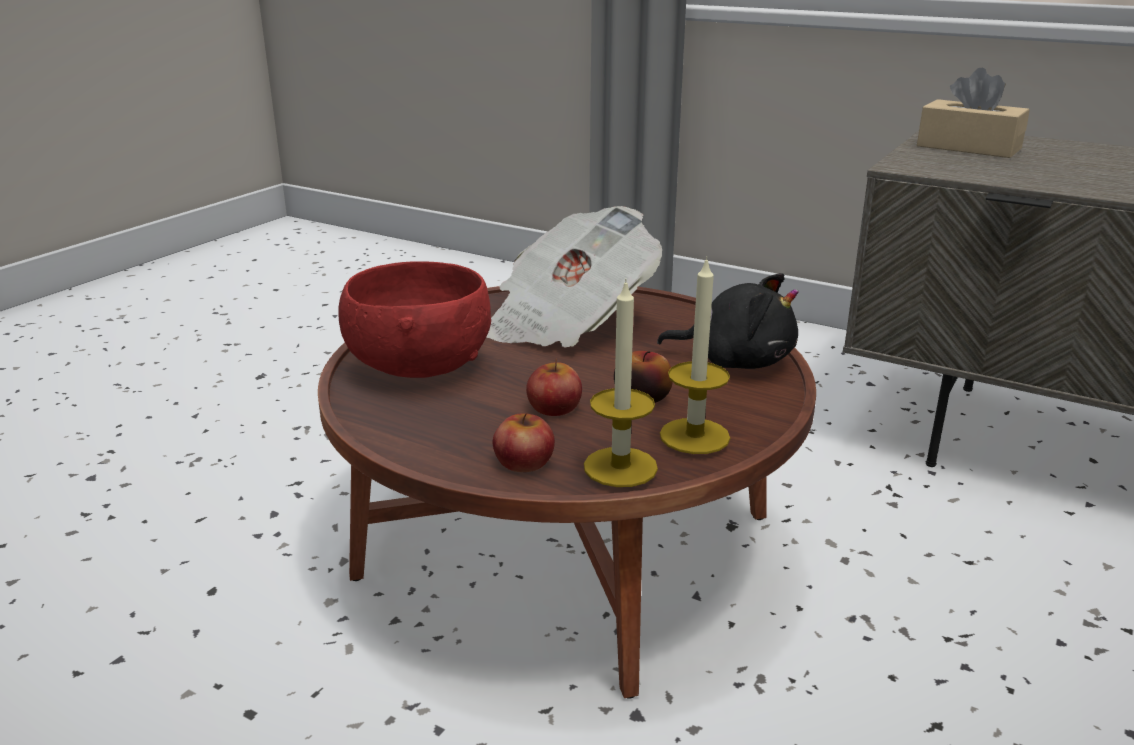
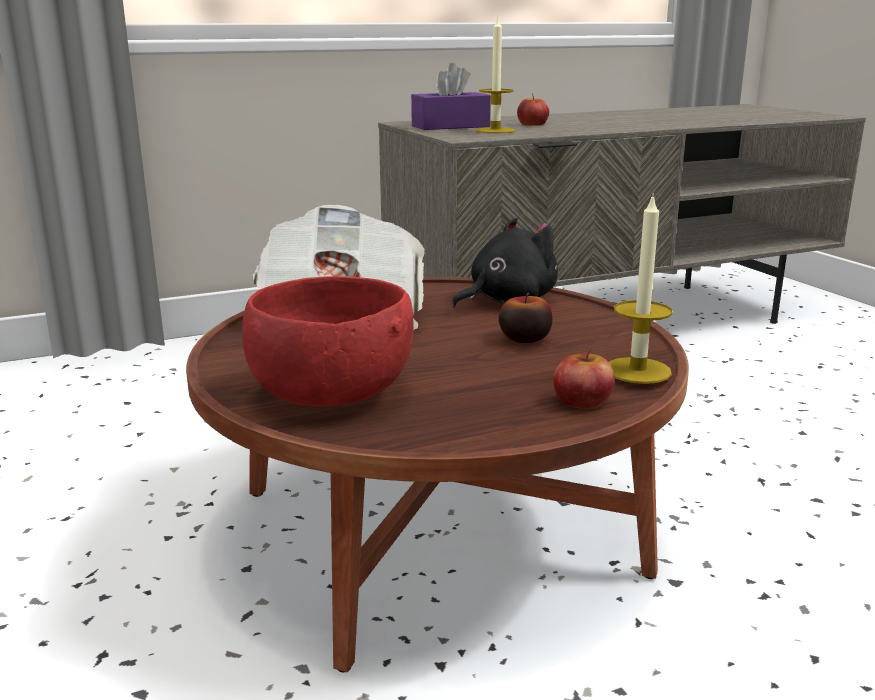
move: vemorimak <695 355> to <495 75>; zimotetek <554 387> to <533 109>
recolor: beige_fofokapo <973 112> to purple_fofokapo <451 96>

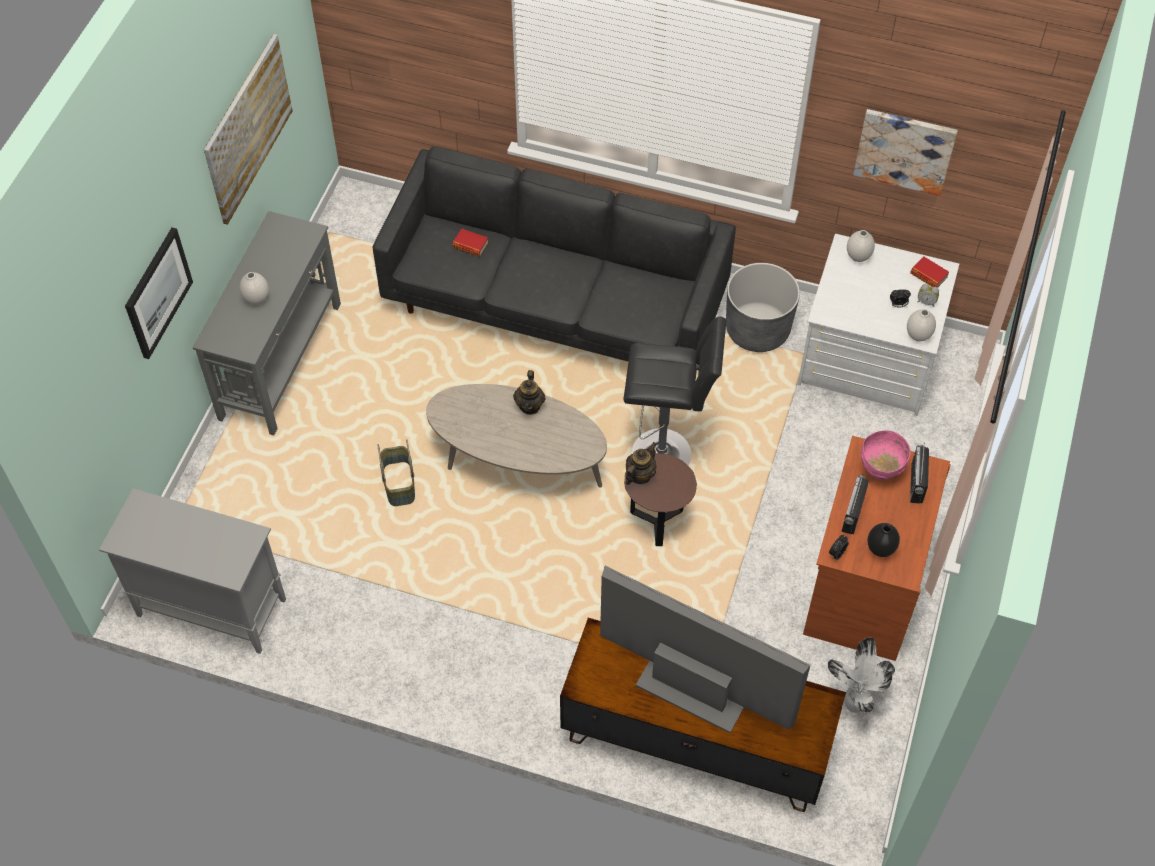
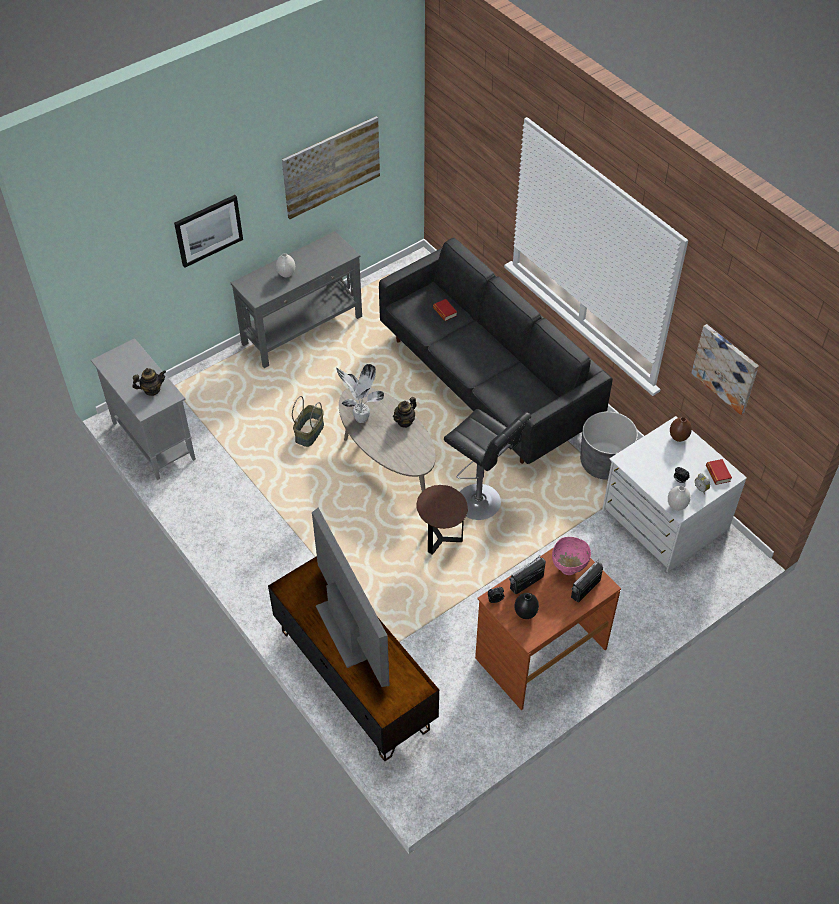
move: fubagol <641 463> to <149 382>; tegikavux <861 675> to <360 393>
recolor: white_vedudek <861 246> to brown_vedudek <681 429>

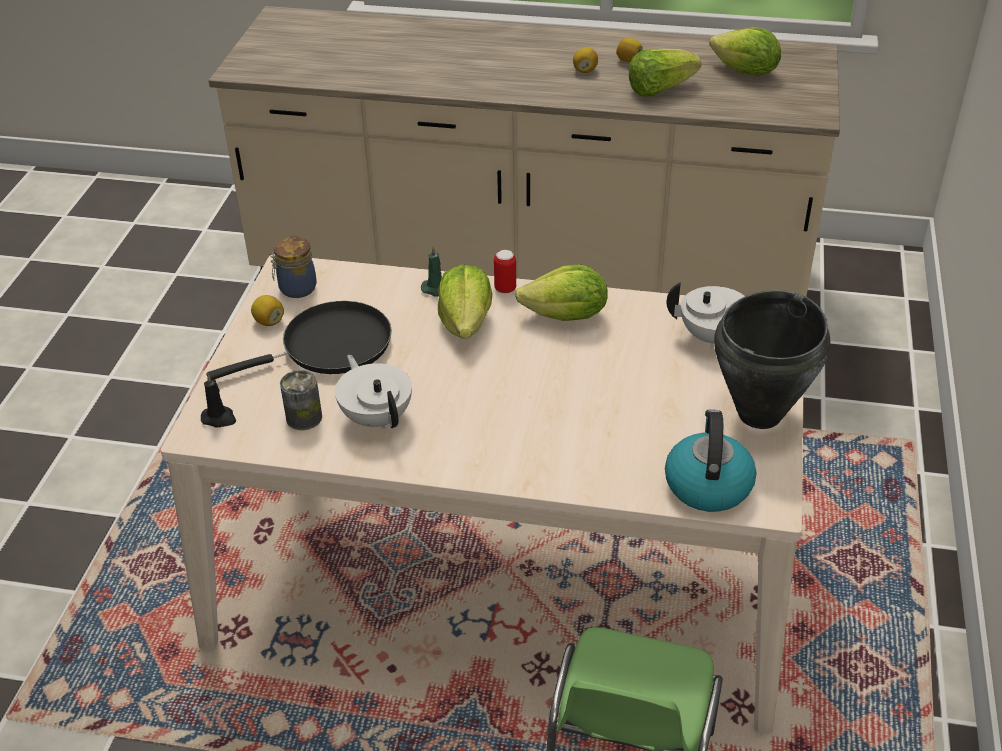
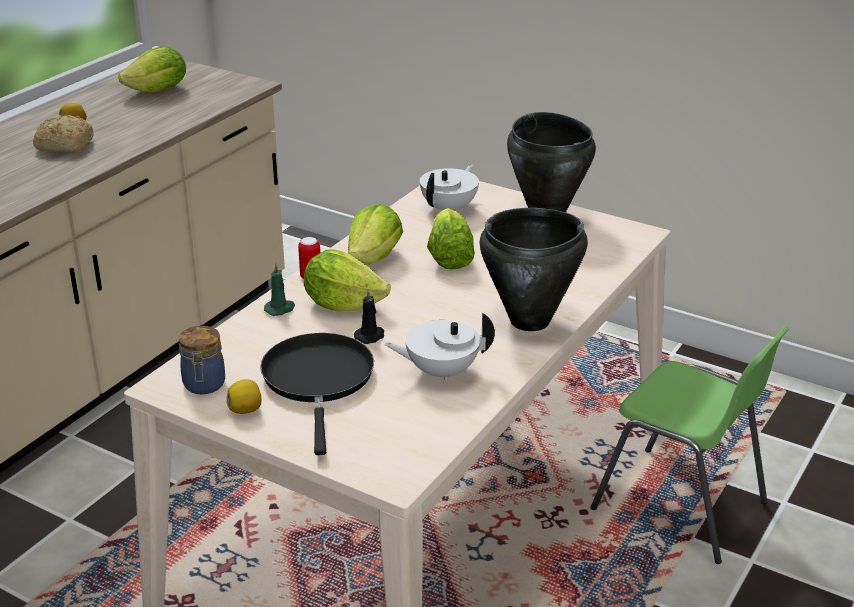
delete: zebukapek <301 400>; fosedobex <710 460>
insert: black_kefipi <534 269>
move: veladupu <665 73> to <451 239>; black_vemorimak <218 401> to <369 316>
replace: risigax <585 60> to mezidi <63 134>

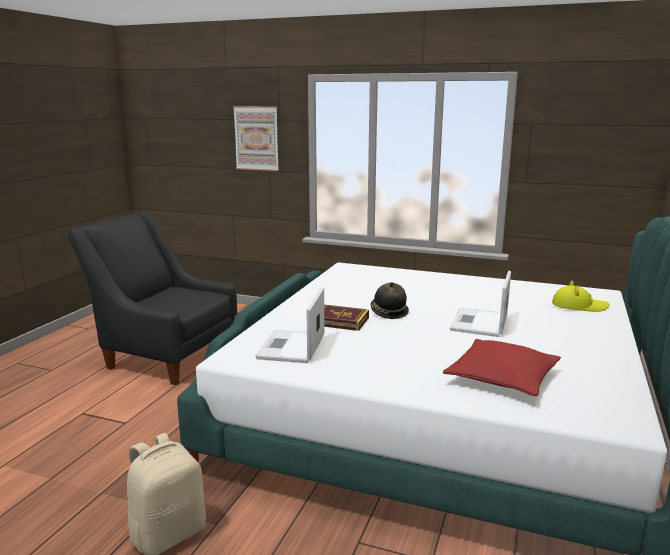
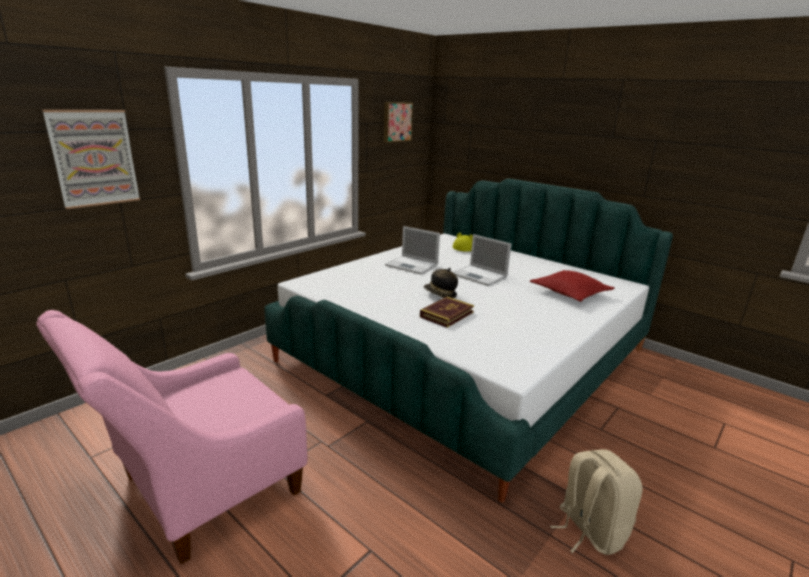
insert: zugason <398 122>
move: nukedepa <289 325> to <412 250>
recolor: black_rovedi <152 298> to pink_rovedi <171 437>

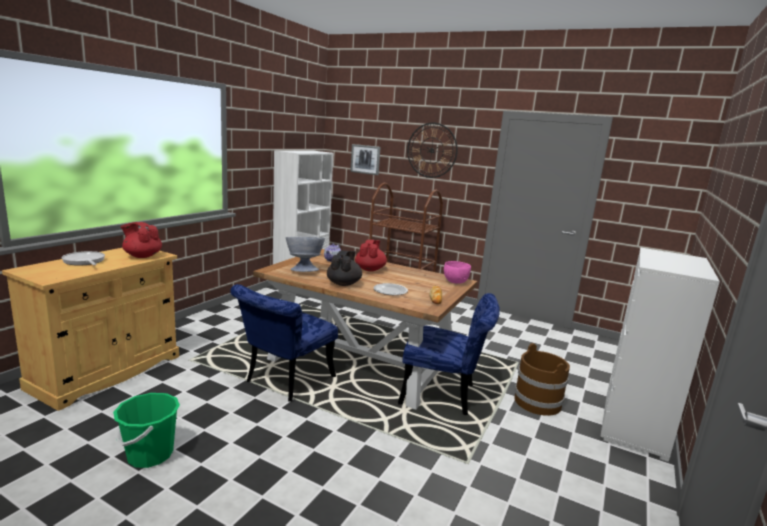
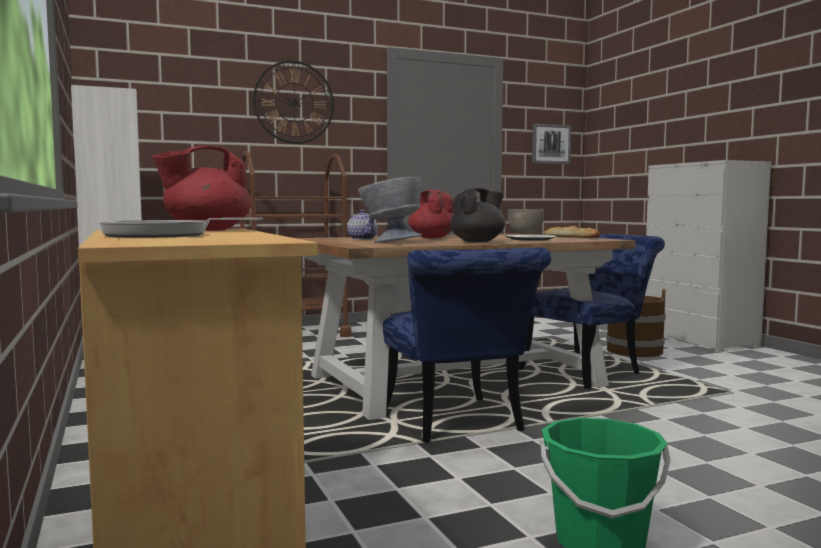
move: zugason <365 159> to <551 144>
recolor: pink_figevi <457 272> to grey_figevi <526 221>
rotate: black_fubagol <344 268> = <478 215> 90 degrees clockwise

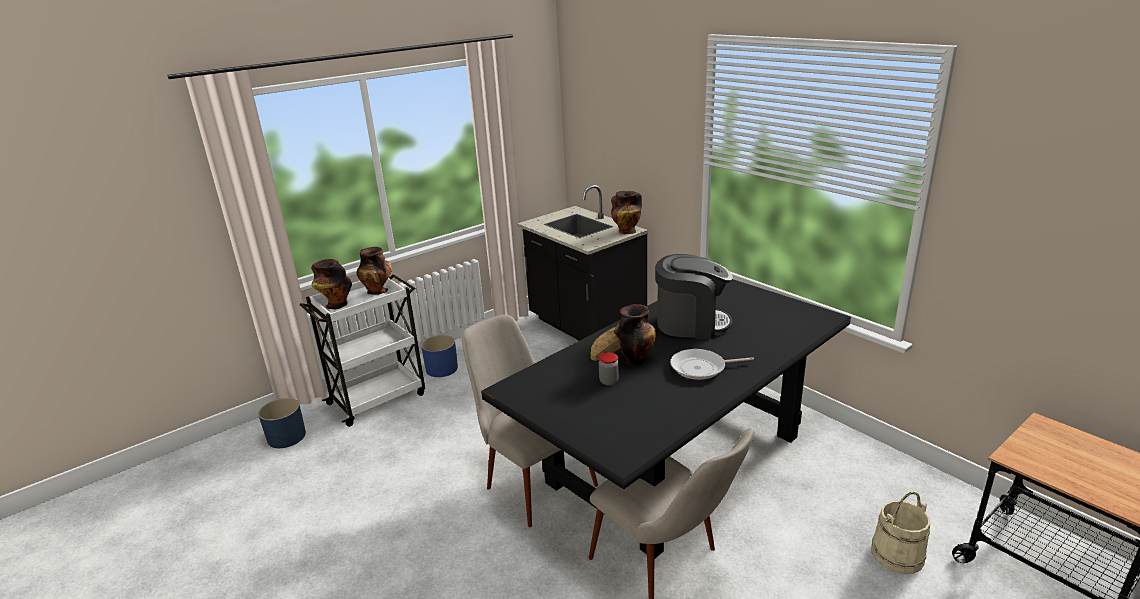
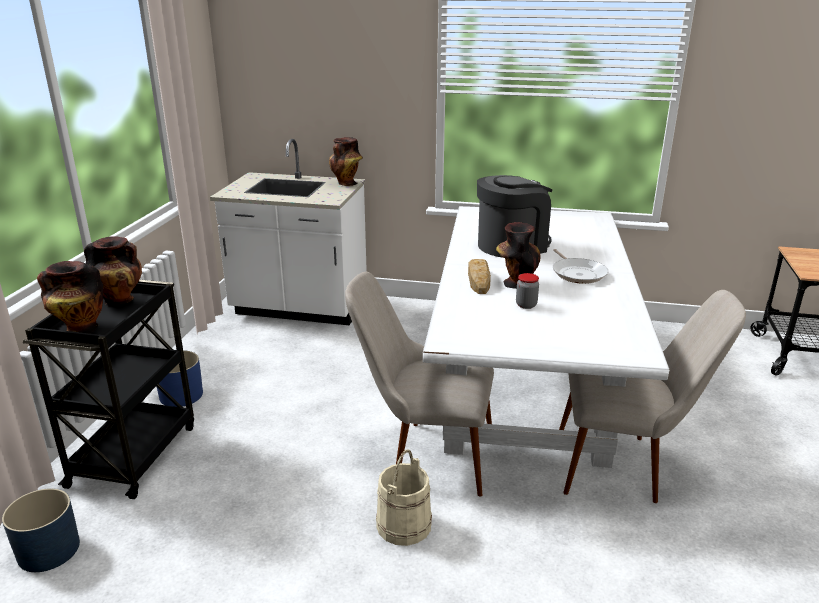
move: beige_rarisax <900 532> to <404 497>
recolor: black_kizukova <582 263> to white_kizukova <288 232>; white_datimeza <362 350> to black_datimeza <108 389>; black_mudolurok <666 419> to white_mudolurok <546 337>
rotate: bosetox <712 364> = <580 266> 60 degrees counterclockwise

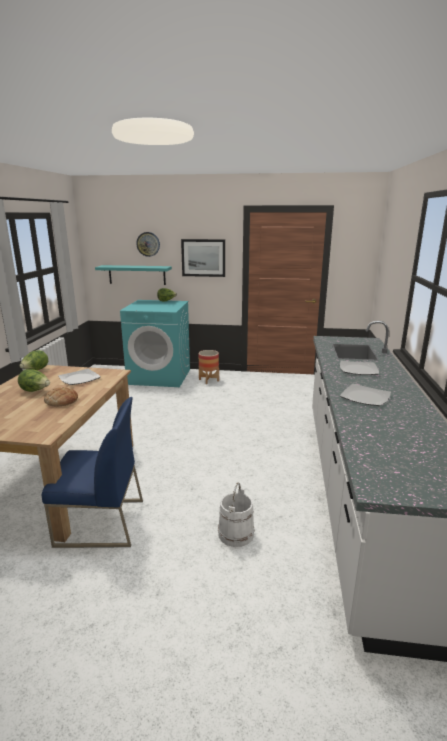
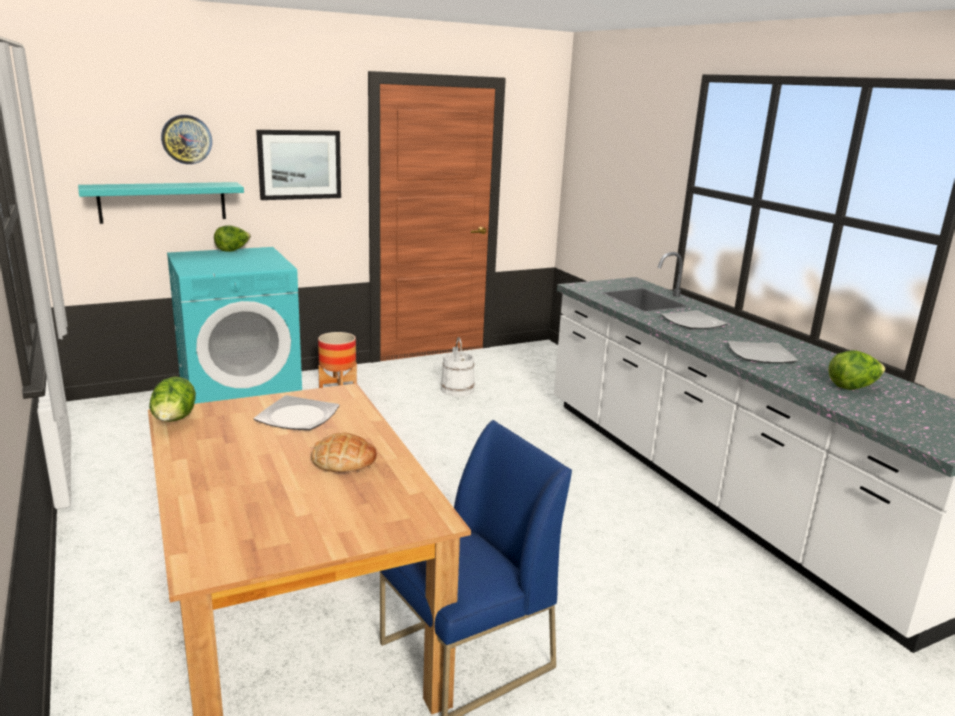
move: veladupu <34 380> to <856 370>; white_rarisax <236 515> to <458 367>

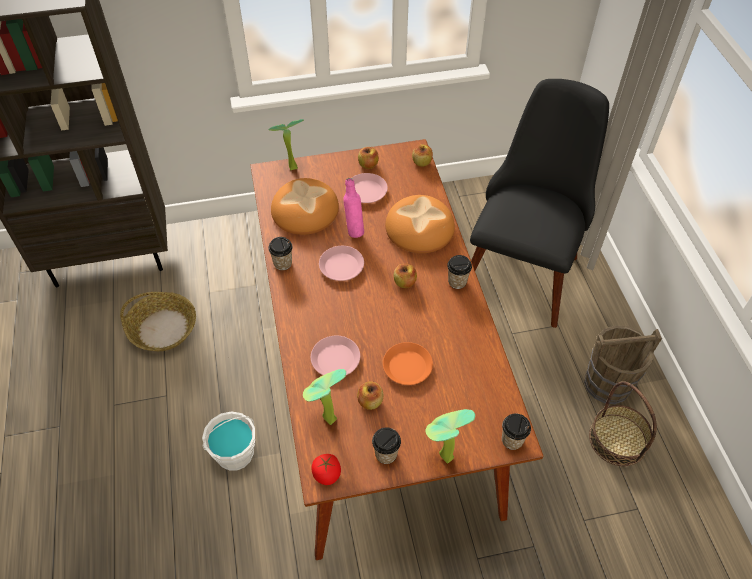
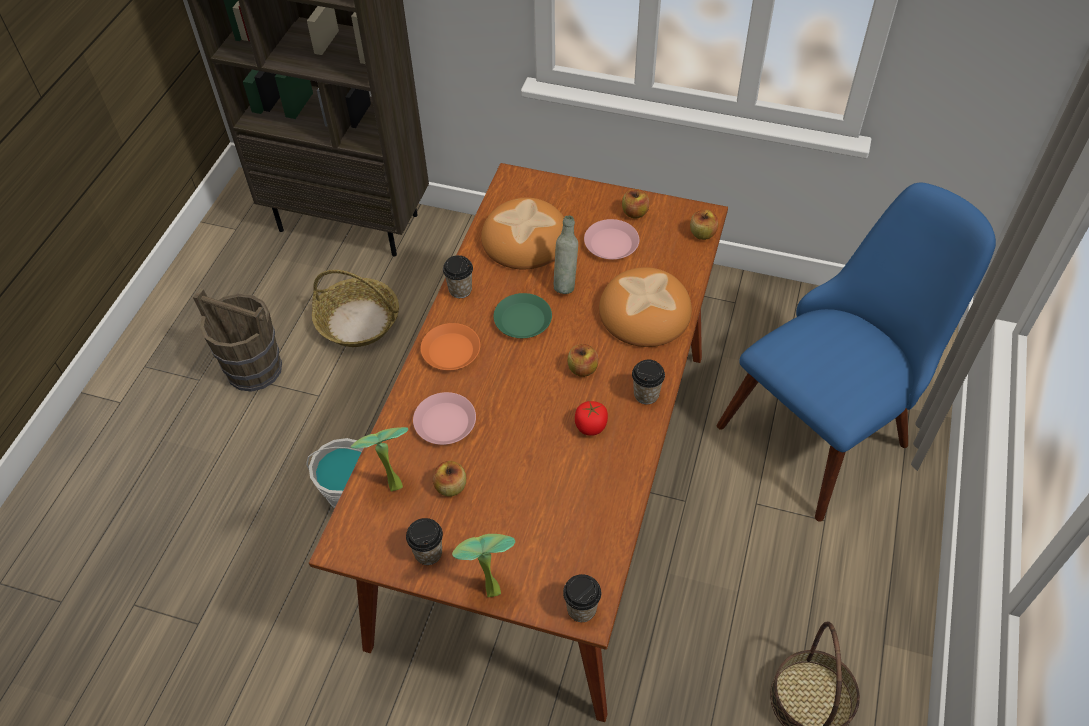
delete: tegikavux <286 144>
move: brown_rarisax <623 364> to <237 340>; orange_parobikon <408 363> to <450 346>; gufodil <326 469> to <591 418>
recolor: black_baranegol <539 203> to blue_baranegol <856 352>; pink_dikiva <353 208> to grey_dikiva <566 254>; pink_parobikon <341 263> to green_parobikon <522 315>

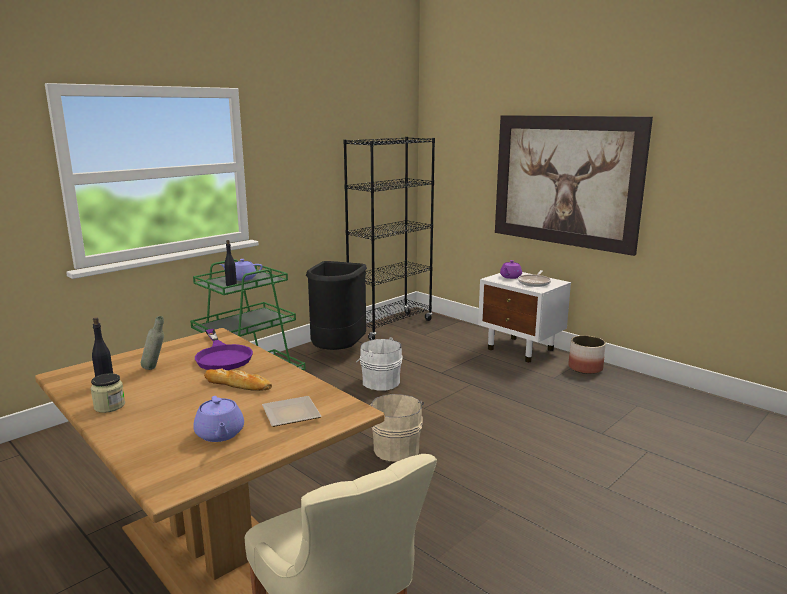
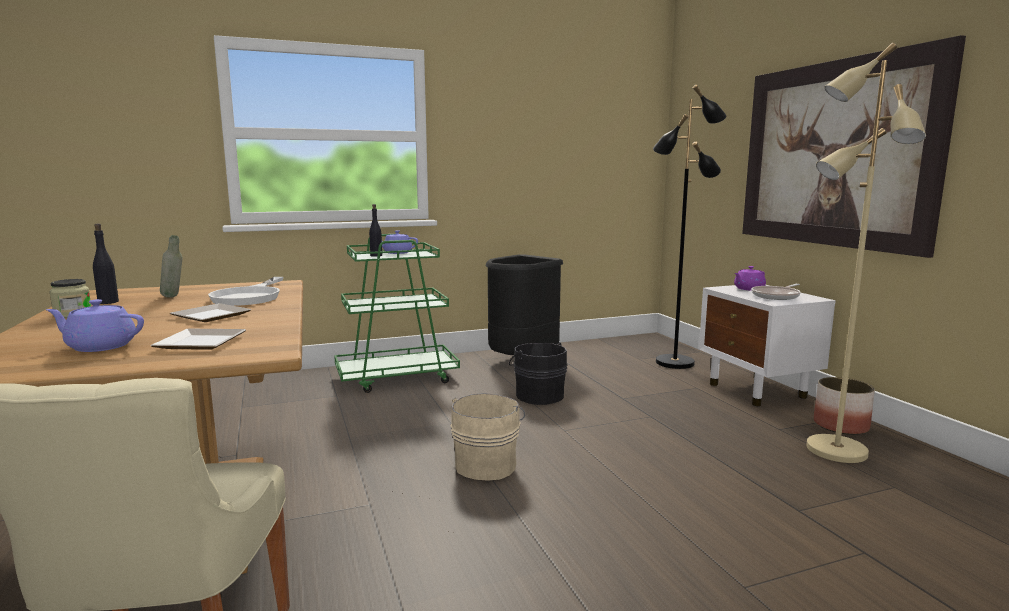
delete: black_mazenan <389 238>
insert: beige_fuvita <866 253>; black_fuvita <689 227>
replace: mezidi <238 379> to parobikon <210 312>
recolor: purple_bosetox <224 349> to white_bosetox <245 291>; white_rarisax <379 364> to black_rarisax <538 373>
rotate: purple_fubagol <218 419> = <95 325> 90 degrees clockwise

